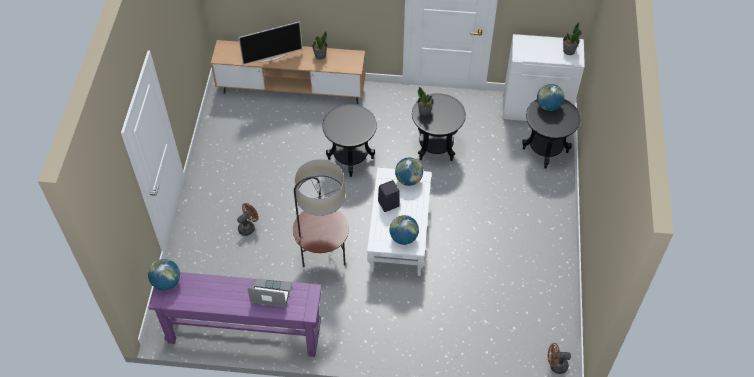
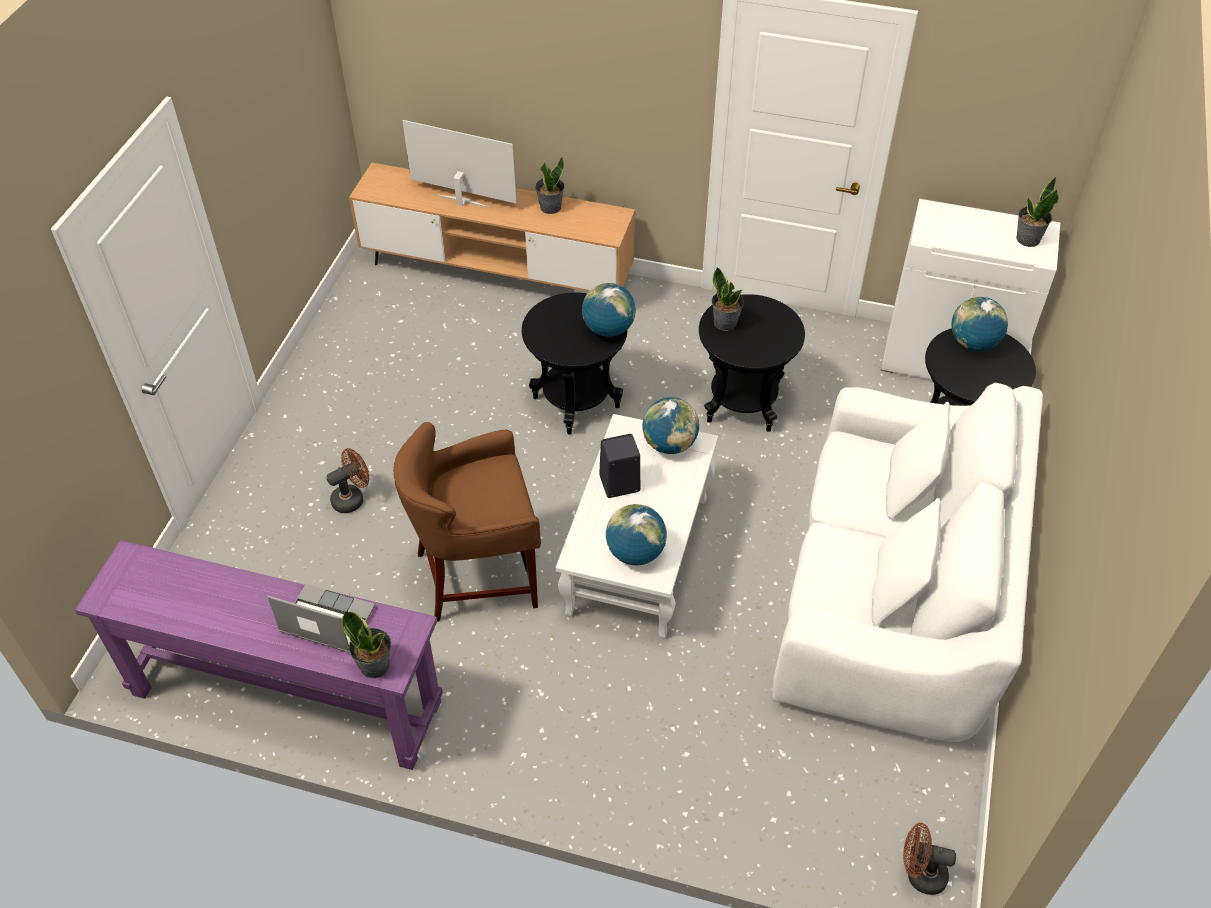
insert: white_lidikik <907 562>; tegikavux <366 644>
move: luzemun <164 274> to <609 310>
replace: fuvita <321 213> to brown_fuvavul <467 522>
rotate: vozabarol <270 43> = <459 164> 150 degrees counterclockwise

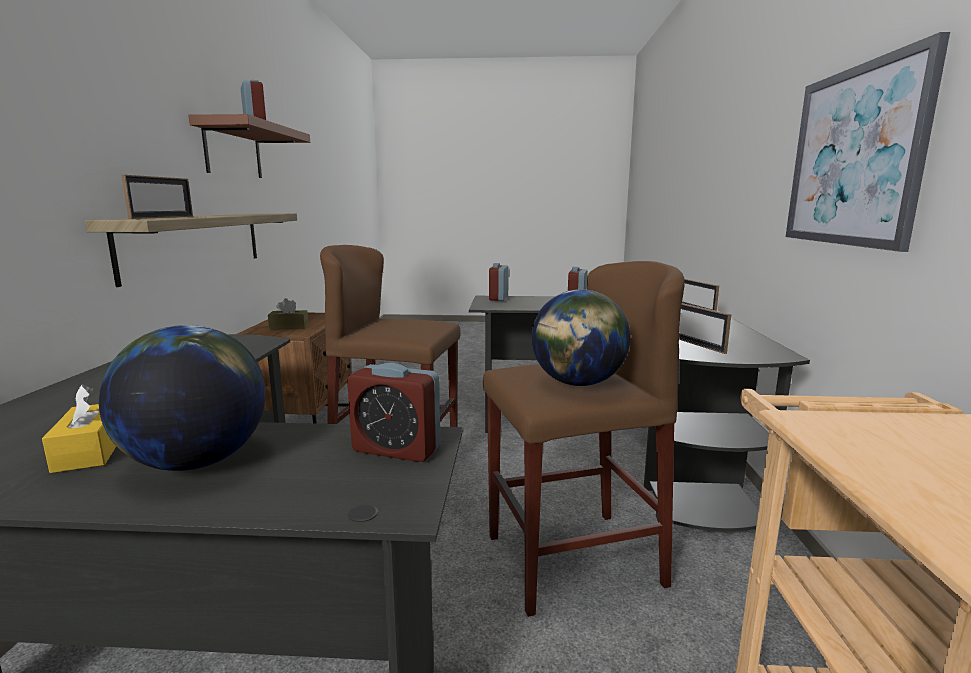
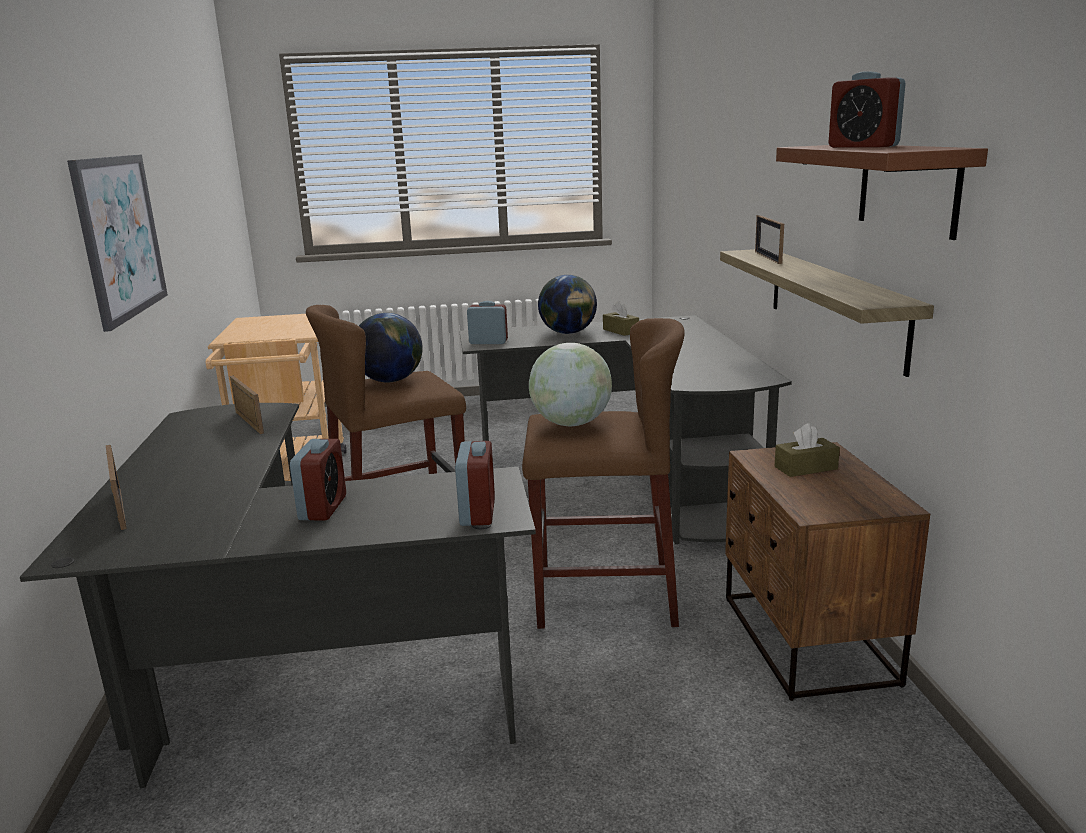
insert: luzemun <570 384>
recolor: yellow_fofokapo <79 429> to brown_fofokapo <621 318>

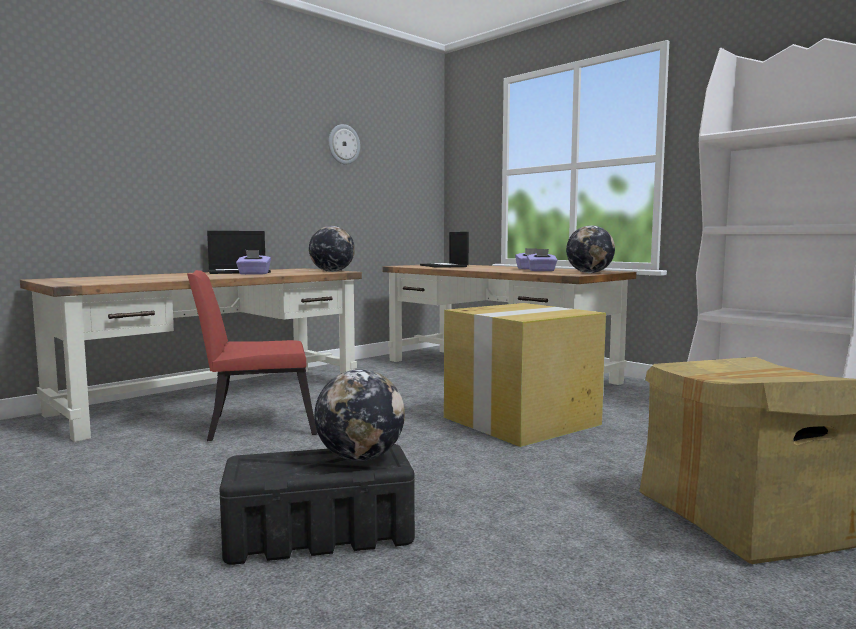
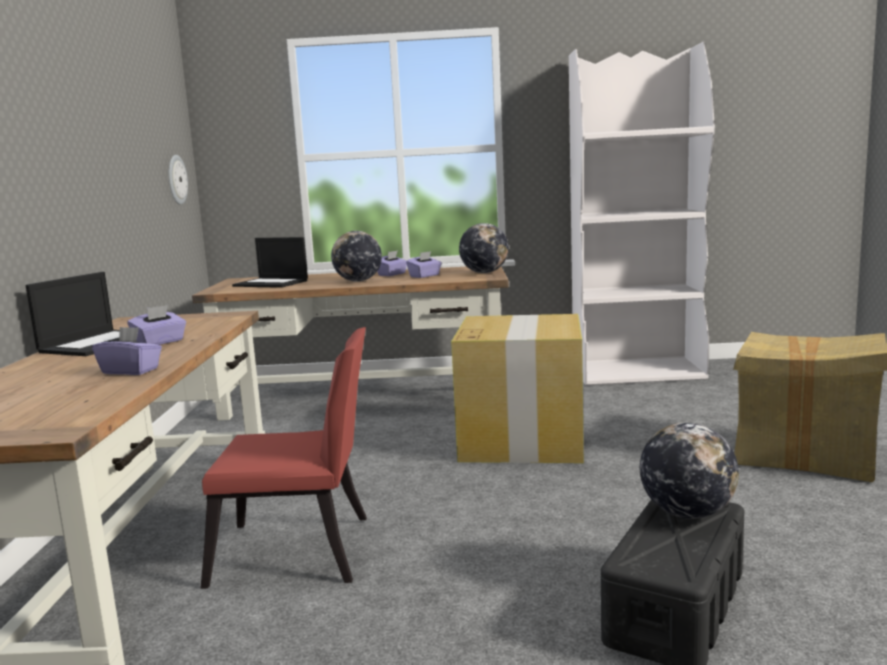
insert: purple_fofokapo <127 351>
move: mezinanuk <344 144> to <178 180>; luzemun <332 249> to <356 256>
rotate: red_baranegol <252 355> = <284 458> 120 degrees counterclockwise

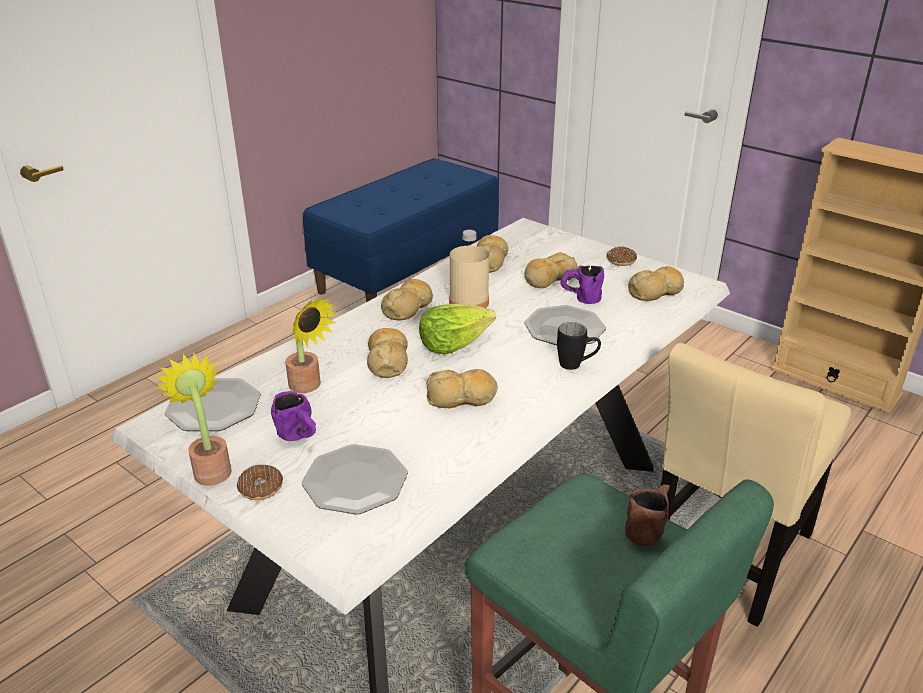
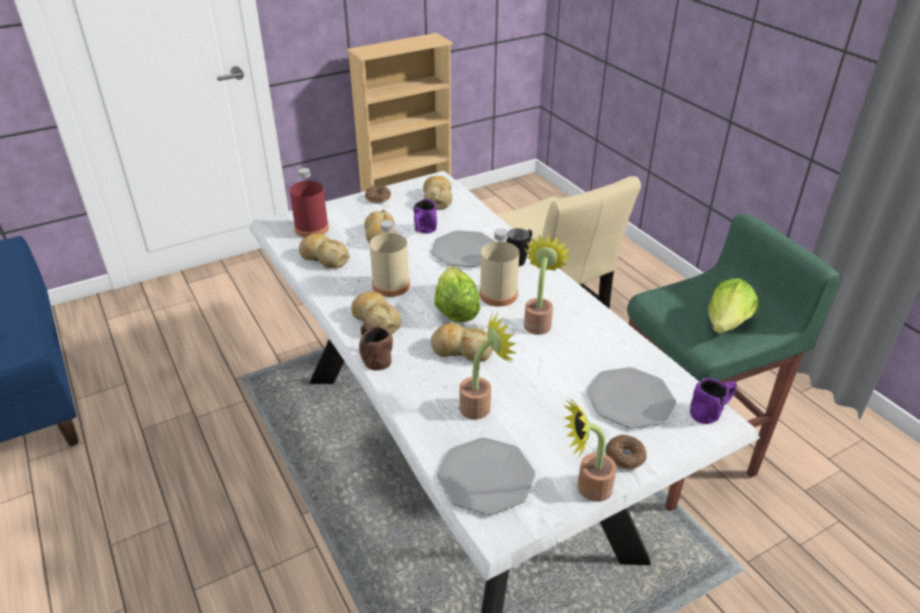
insert: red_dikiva <309 203>; beige_dikiva <499 267>; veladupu <733 305>
move: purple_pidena <293 416> to <713 401>; brown_pidena <647 515> to <376 346>
replace: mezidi <462 388> to tegikavux <547 284>

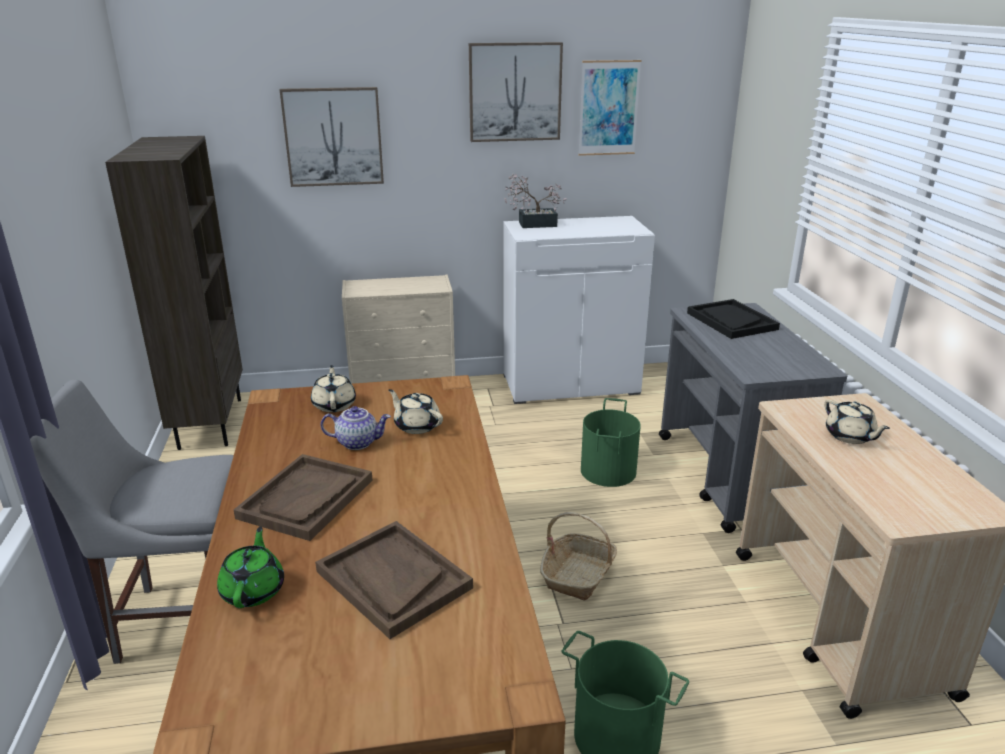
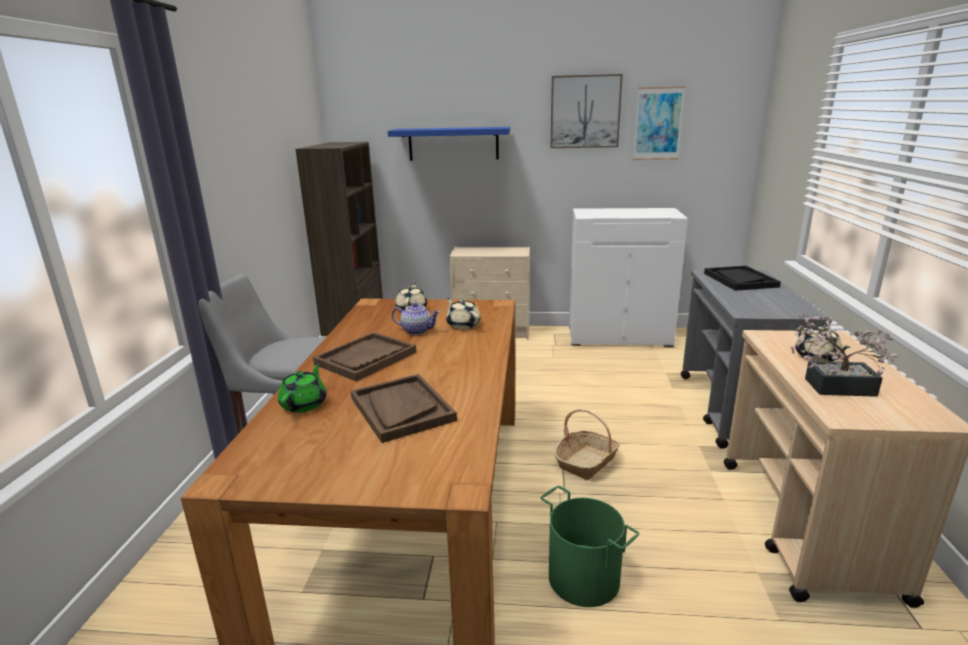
delete: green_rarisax <611 442>
move: tegikavux <535 201> to <844 353>
replace: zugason <332 137> to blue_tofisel <449 144>

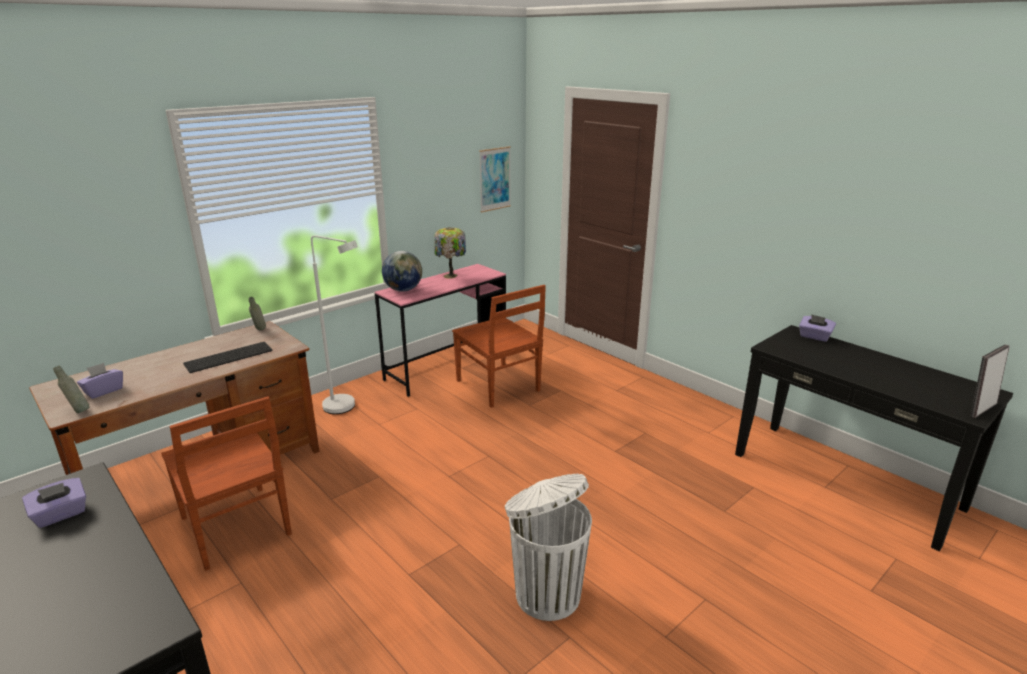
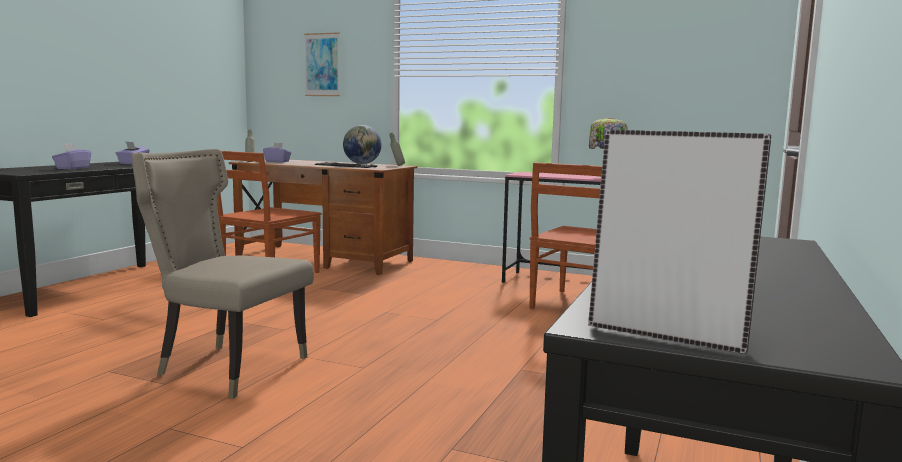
delete: white_fuvita <334 324>
move: zugason <495 179> to <322 64>; luzemun <402 271> to <362 144>; purple_fofokapo <817 328> to <71 156>
replace: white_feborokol <548 547> to beige_baranegol <222 274>

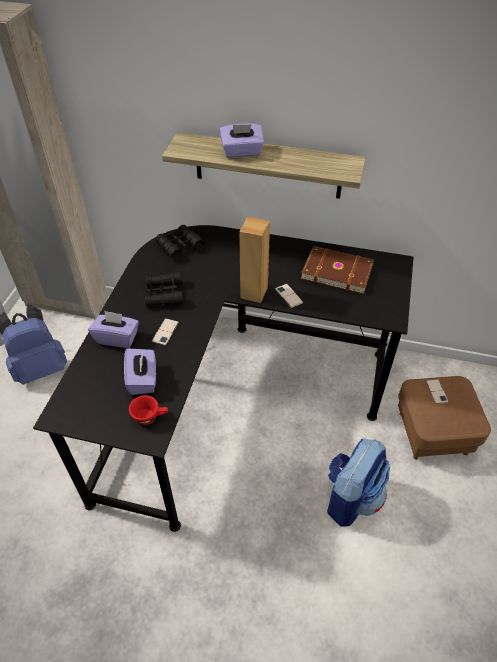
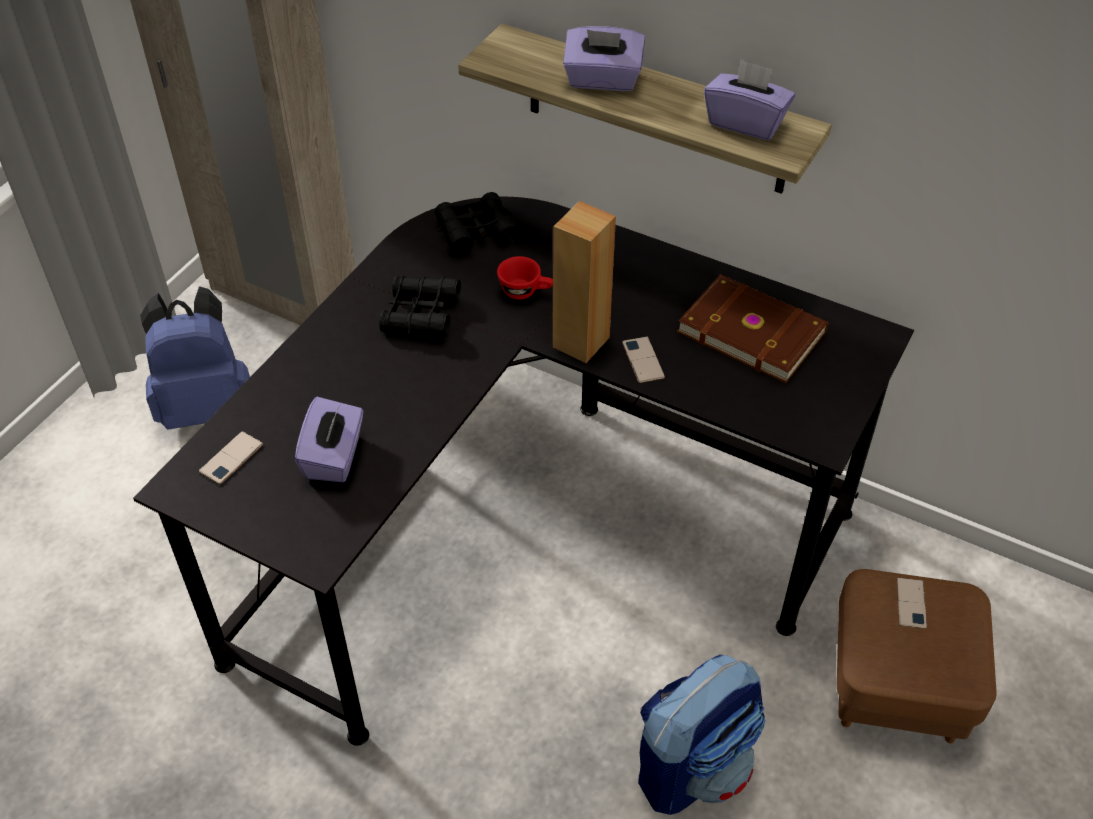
move: purple_fofokapo <113 329> to <749 100>; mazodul <165 332> to <231 458>; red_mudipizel <148 410> to <525 278>

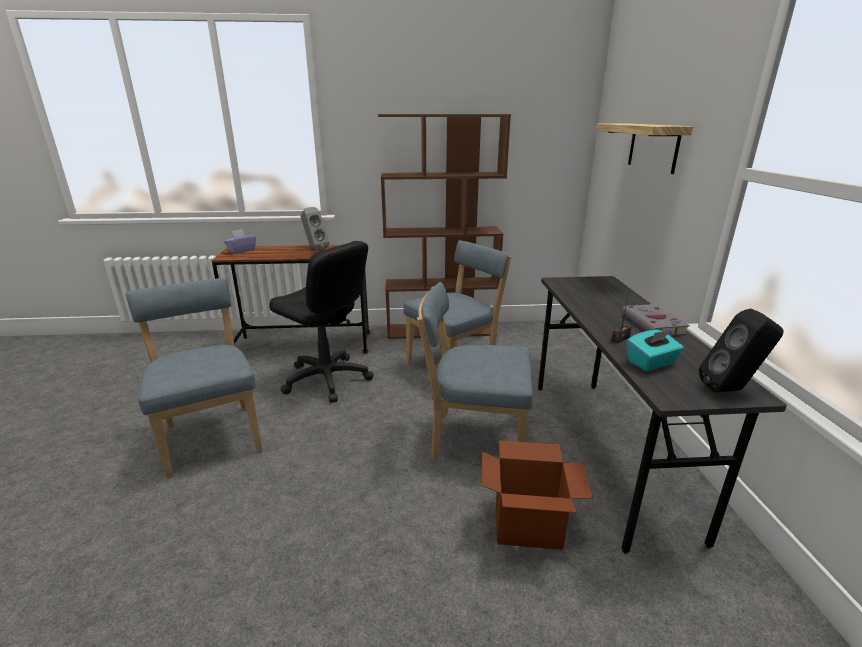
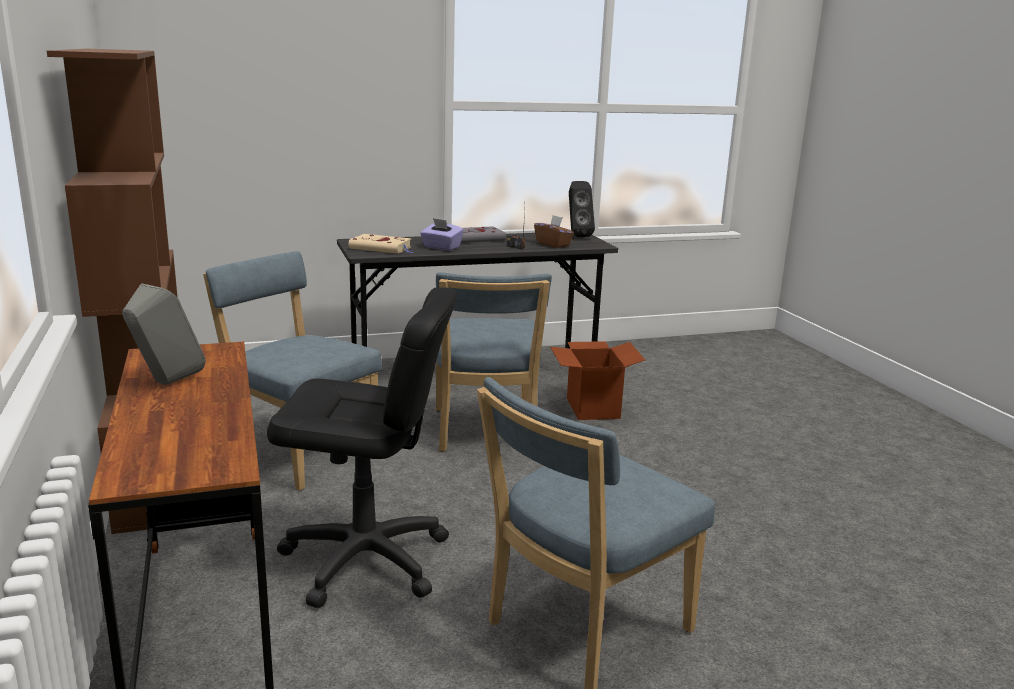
delete: tofisel <644 149>
insert: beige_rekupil <380 244>
move: purple_fofokapo <240 241> to <442 234>
recolor: turquoise_fofokapo <655 350> to brown_fofokapo <554 231>
rotate: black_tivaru <321 322> = <362 447> 75 degrees clockwise

